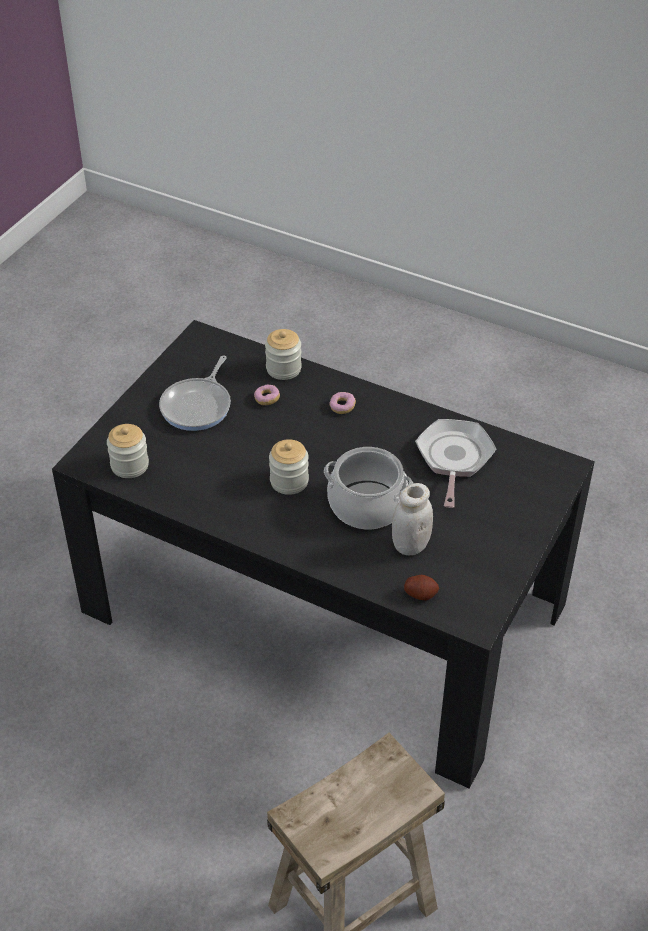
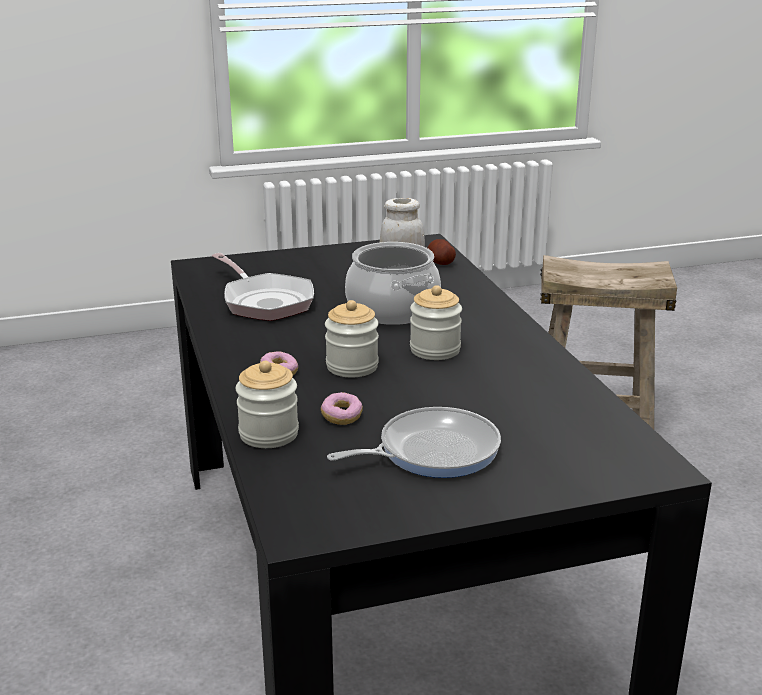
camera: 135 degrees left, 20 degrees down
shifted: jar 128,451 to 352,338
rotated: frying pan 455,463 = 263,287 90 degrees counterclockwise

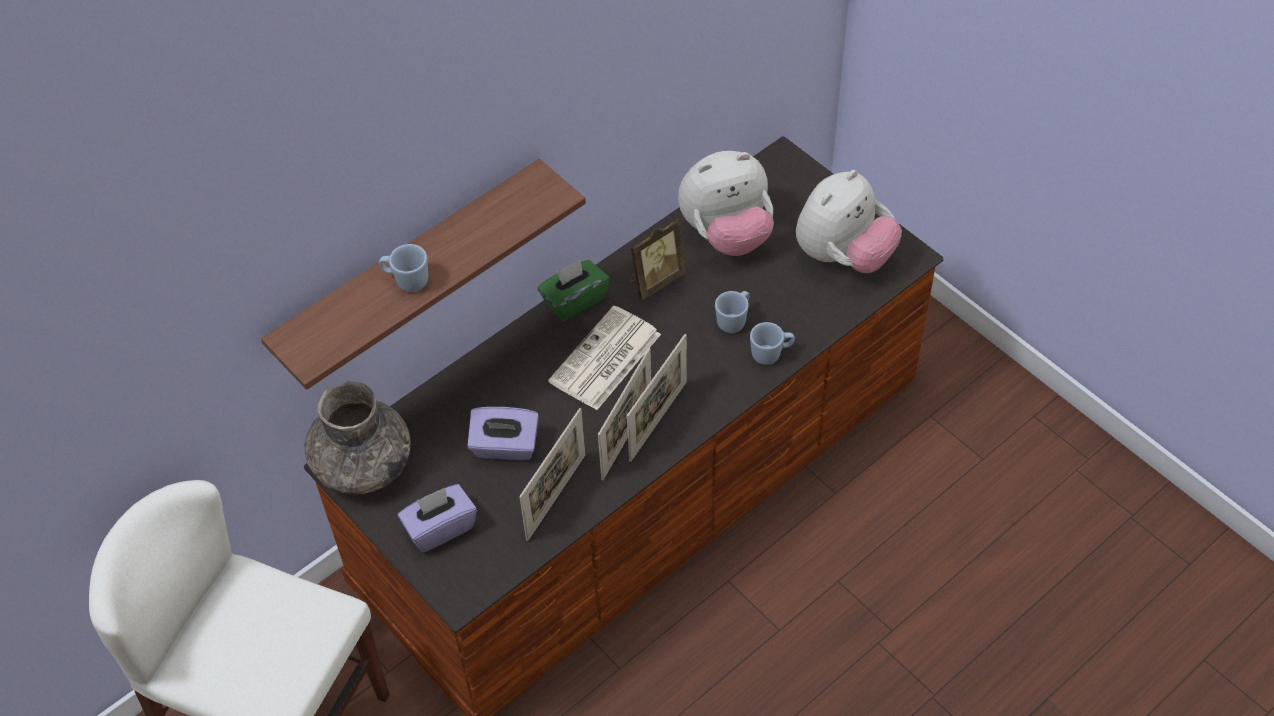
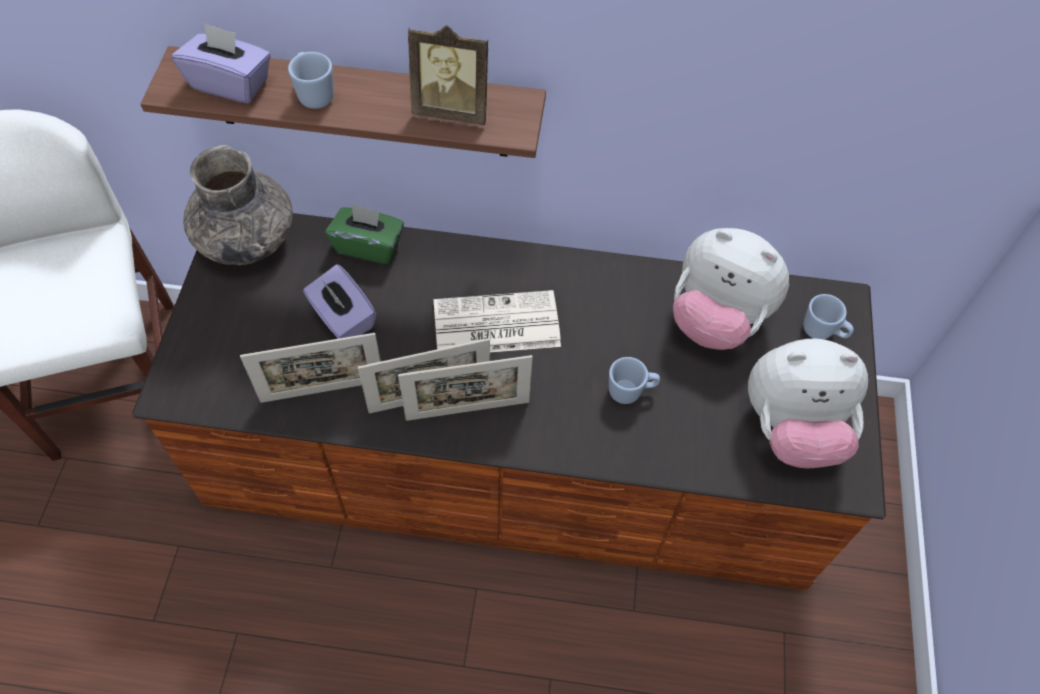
camera: 45 degrees right, 5 degrees up
shifted: picture frame 658,259 to 448,75; green tissue box 574,290 to 365,234; blue mug 772,343 to 828,316; purple tissue box 437,518 to 221,63

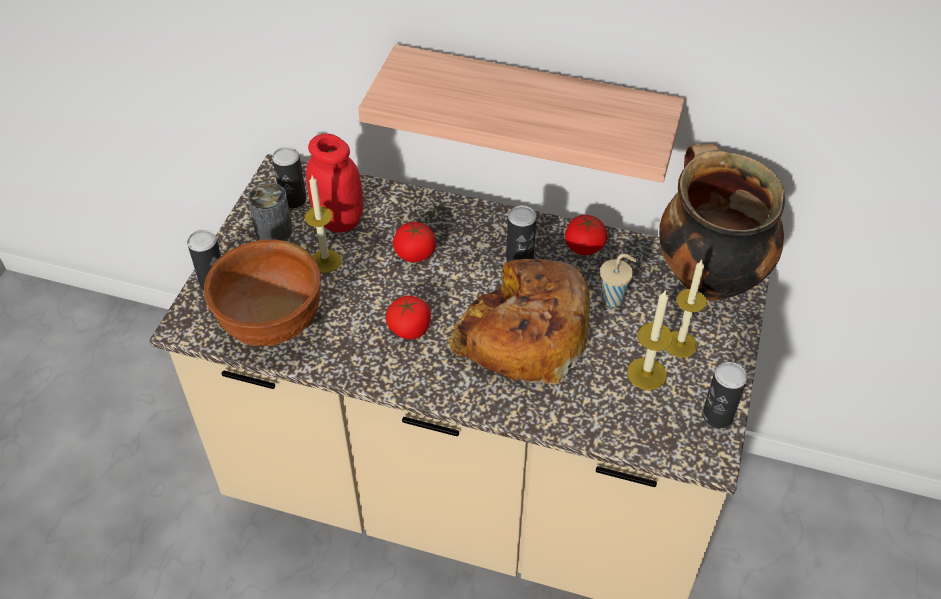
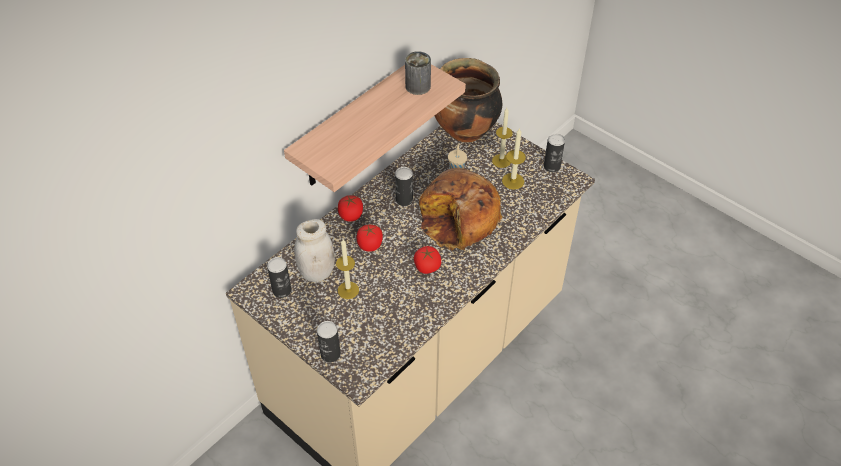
camera: 65 degrees left, 0 degrees up
gone: brown bowl 262,292
shifted: can 270,212 to 418,73; tomato 586,235 to 350,208
repainted: red jar 334,183 to white jar 314,250

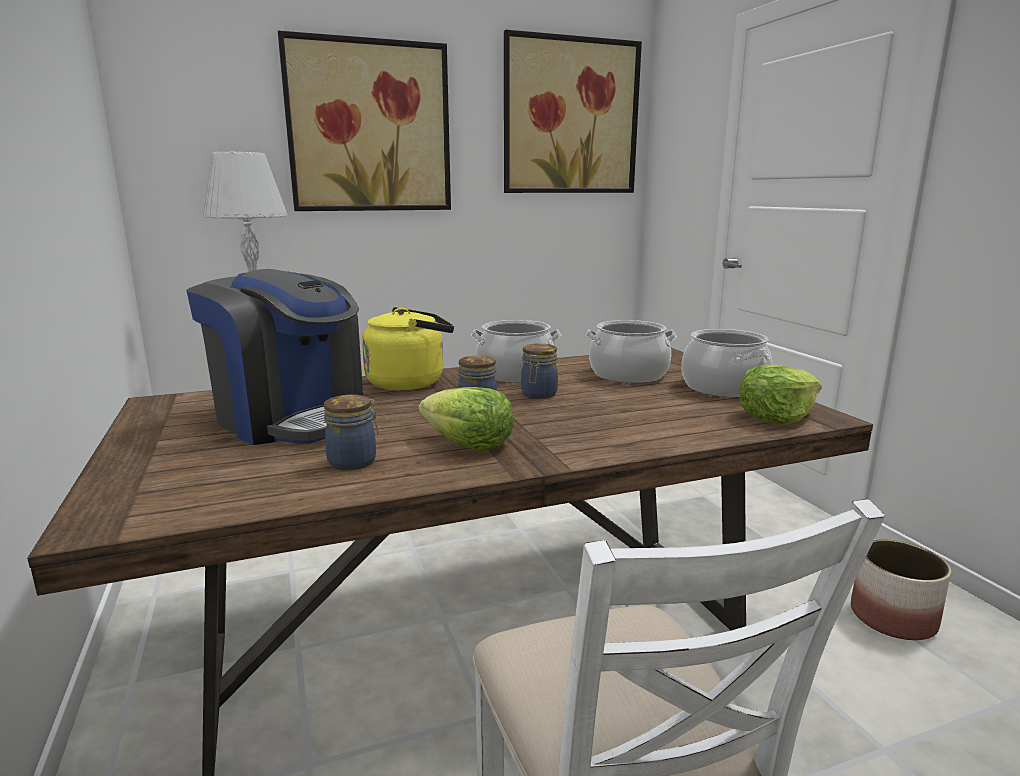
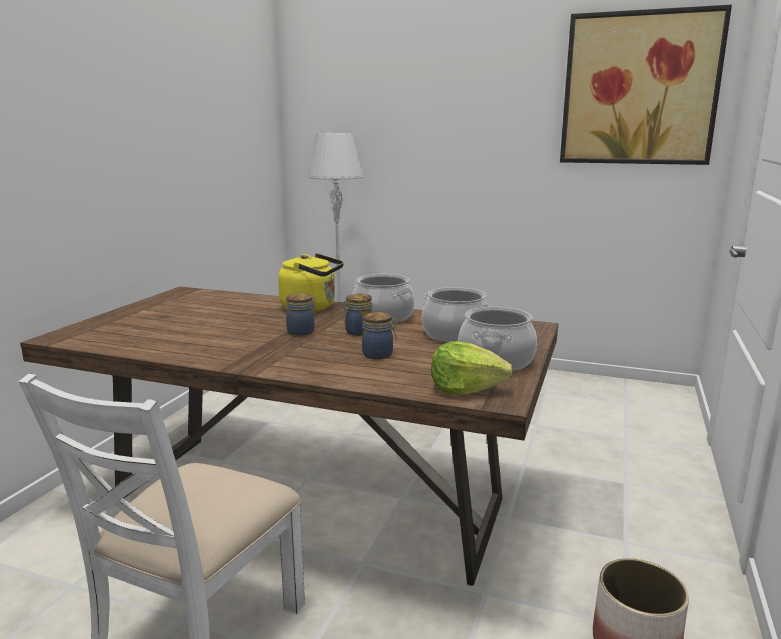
camera: 40 degrees right, 0 degrees up
gone: picture 364,121; coffee machine 281,357; lettuce 466,419
shifted: jar 351,433 to 379,336

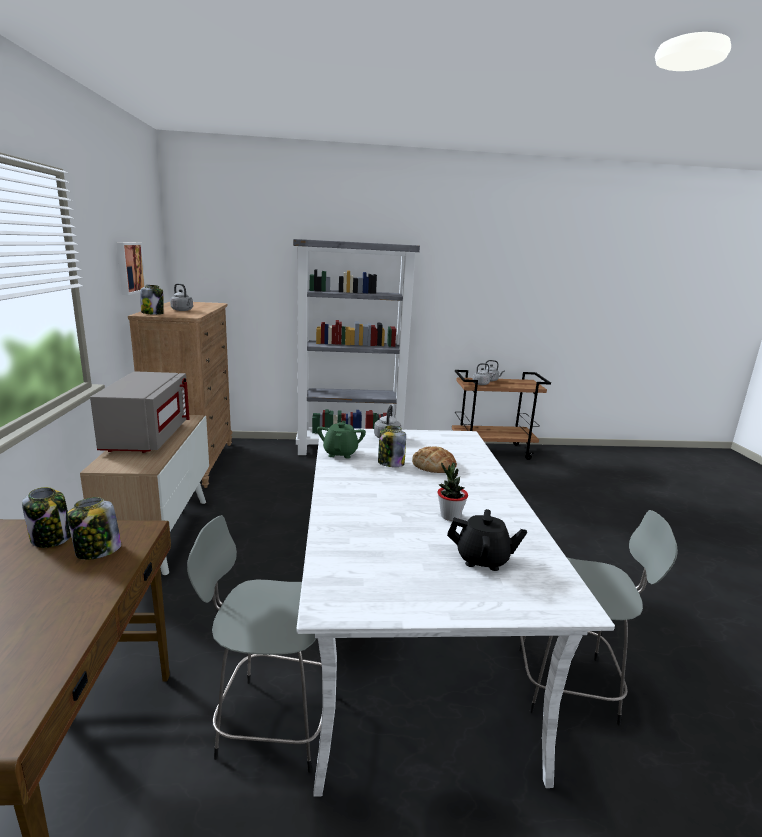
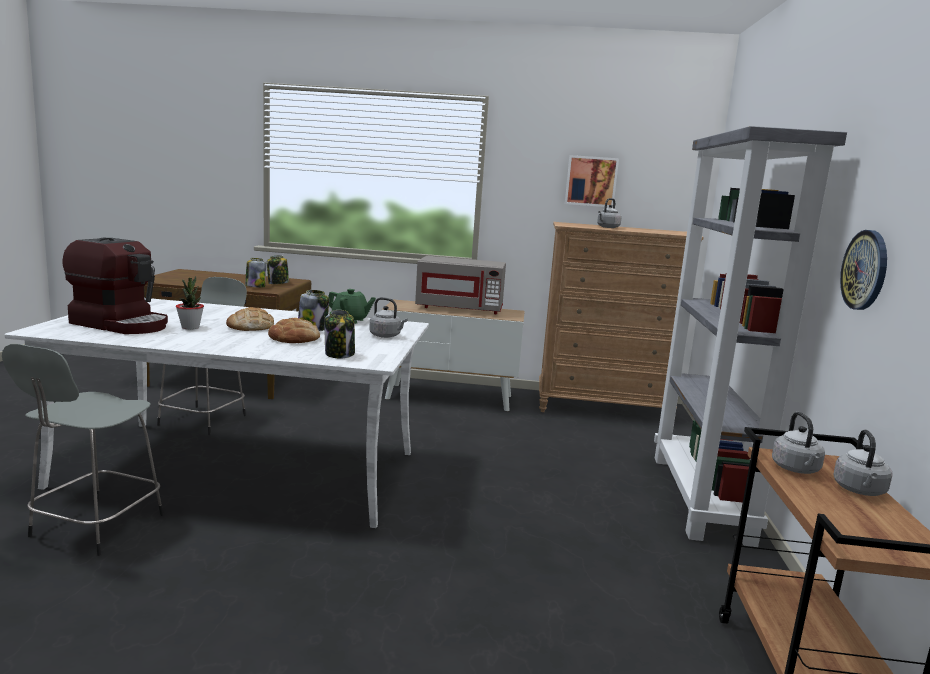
camera: 100 degrees right, 5 degrees down
new: wall clock 863,270; bread 250,319
shifted: jar 152,300 to 339,334
swapped: black teapot 487,540 to coffee machine 115,286

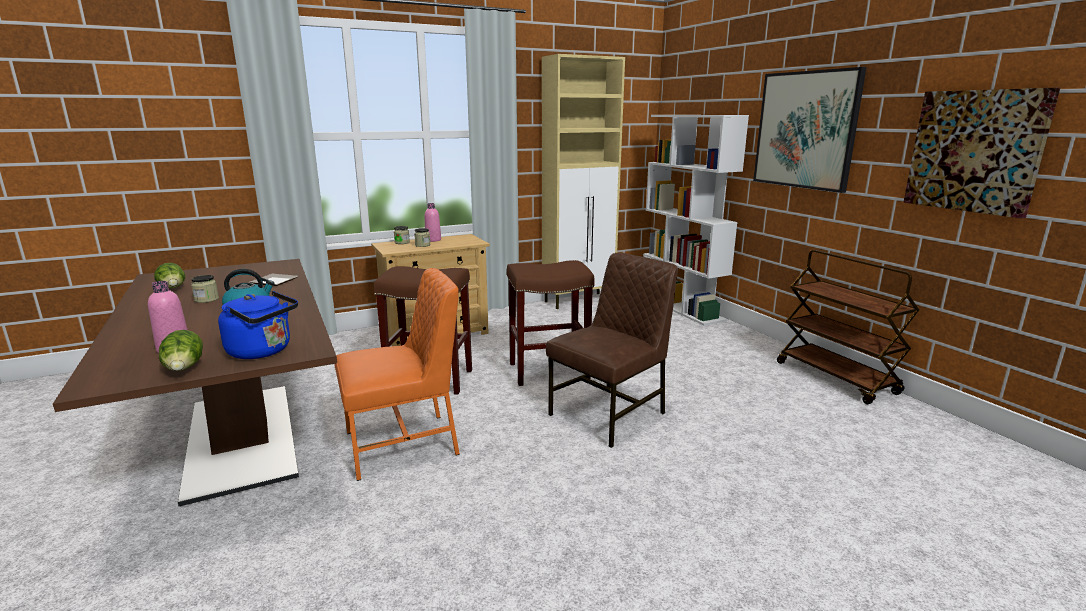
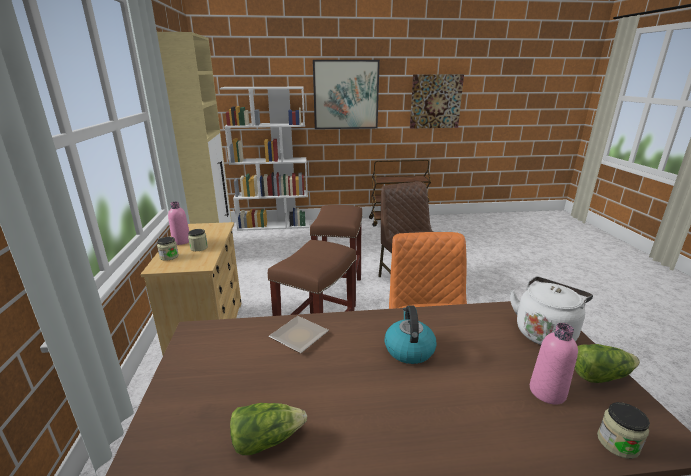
camera: 70 degrees left, 5 degrees up
shifted: jar 205,289 to 623,430
repainted: blue kettle 258,325 to white kettle 551,310

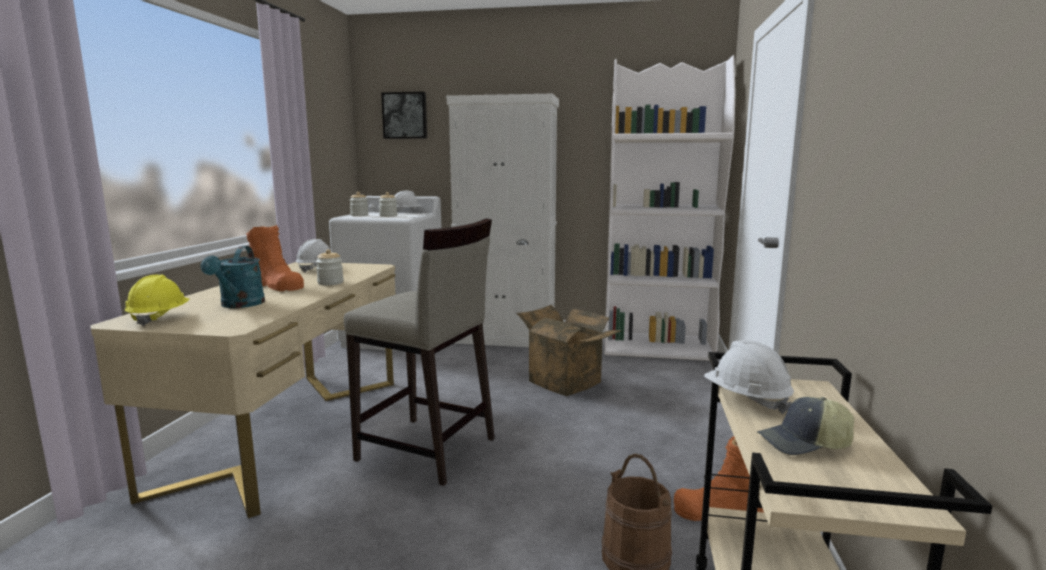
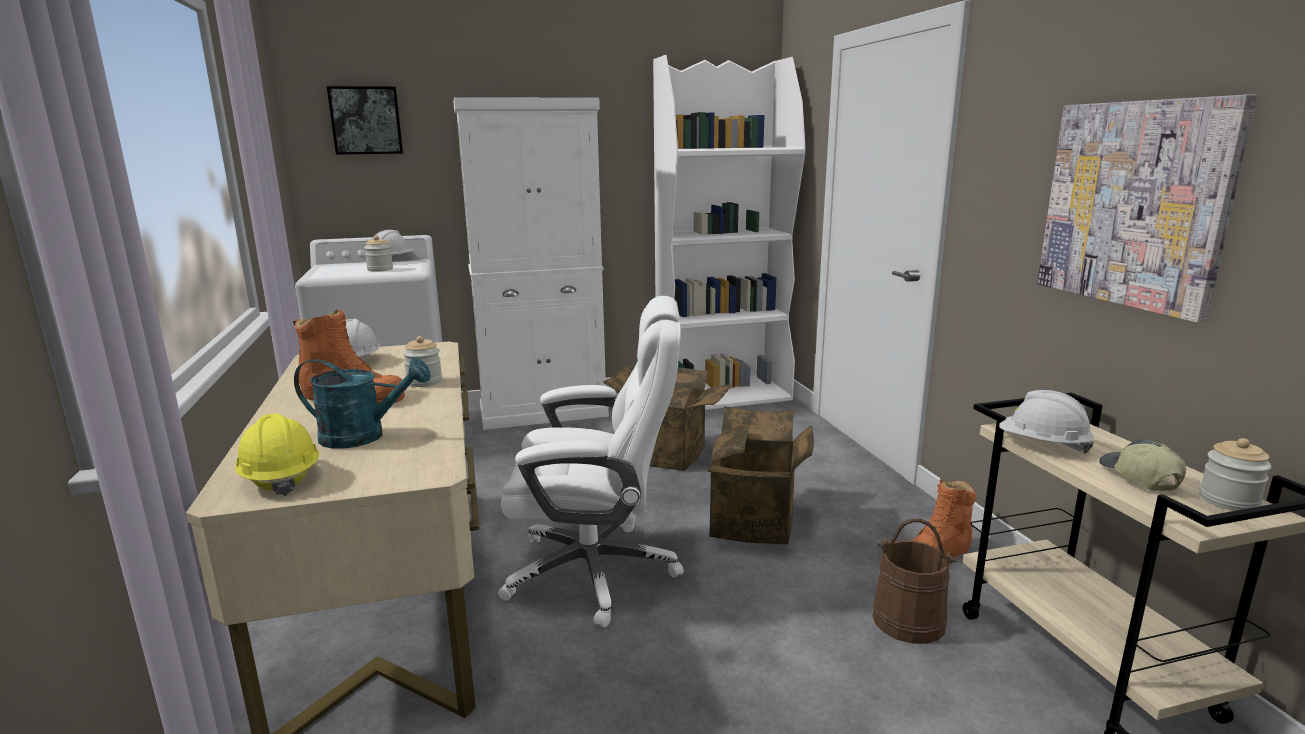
camera: 25 degrees left, 5 degrees up
new: picture 1147,209; cardboard box 761,475
shifted: jar 359,204 to 1235,474
swapped: beige stool 419,352 to white office chair 591,461
rotated: turquoise watering can 232,277 = 362,403 60 degrees counterclockwise; cap 805,426 = 1142,465 120 degrees clockwise

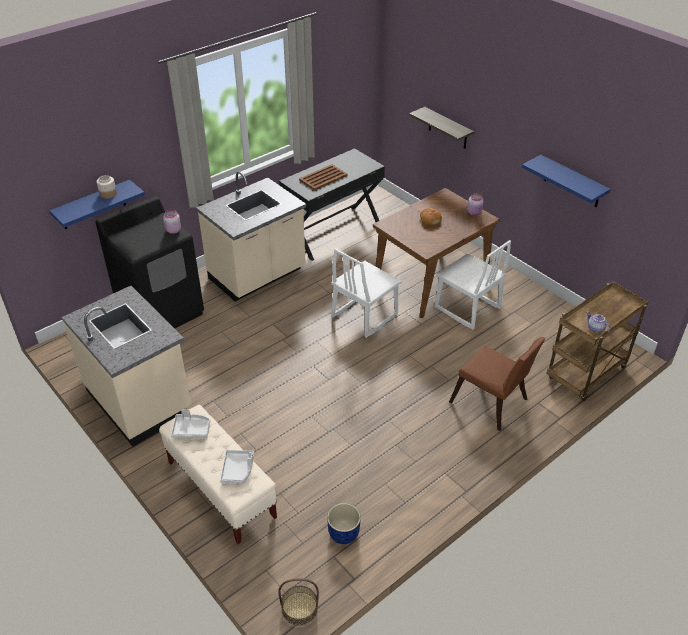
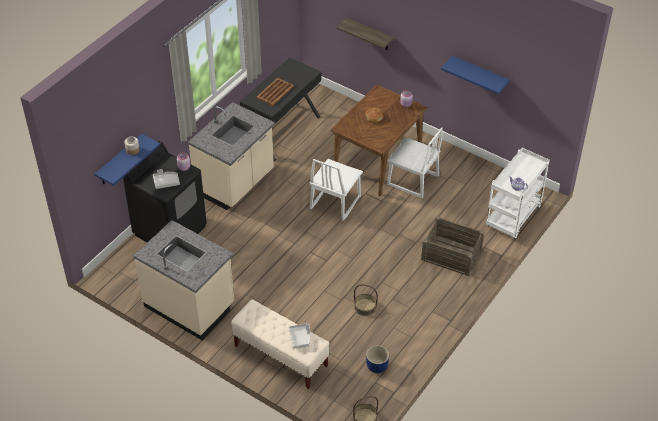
camera: 15 degrees left, 5 degrees up
new: basket 366,300
shifted: grey tray 190,423 to 166,179
swapped: brown chair 497,384 to crate 452,246
repainted: brown cart 597,341 to white cart 518,193

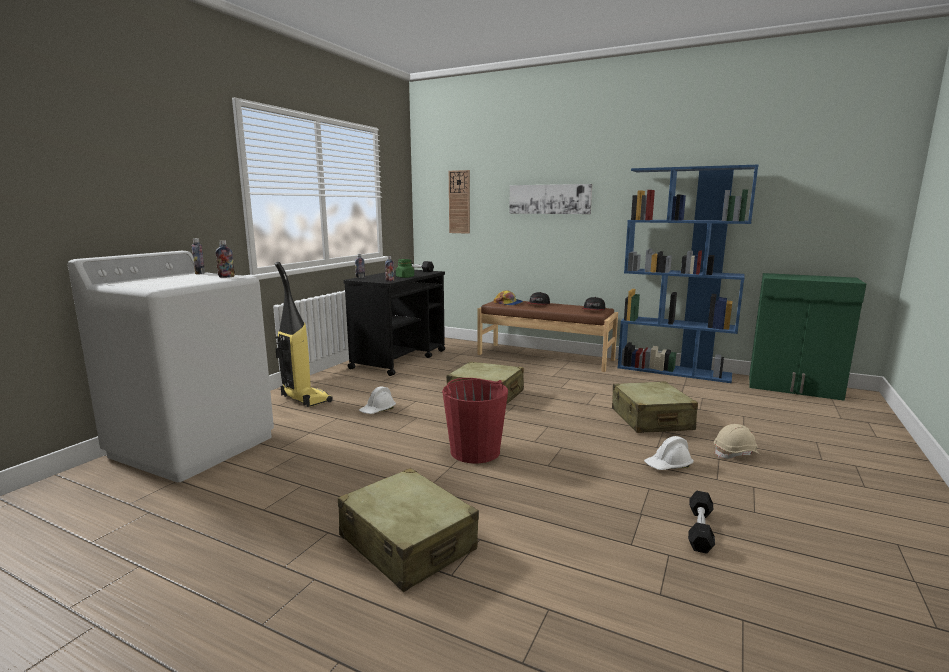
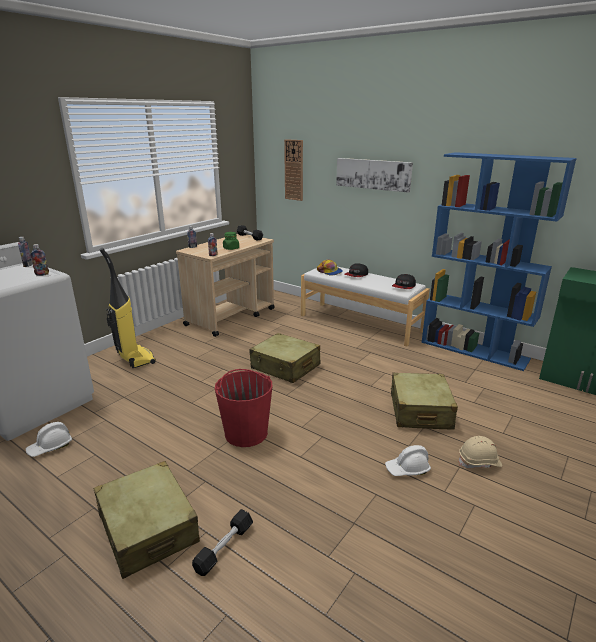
camera: 10 degrees right, 10 degrees up
shifted: white hard hat 377,400 to 49,439; black dumbbell 701,522 to 222,542
repainted: black cart 394,323 to beige cart 225,285; brown bench 547,336 to white bench 365,307

